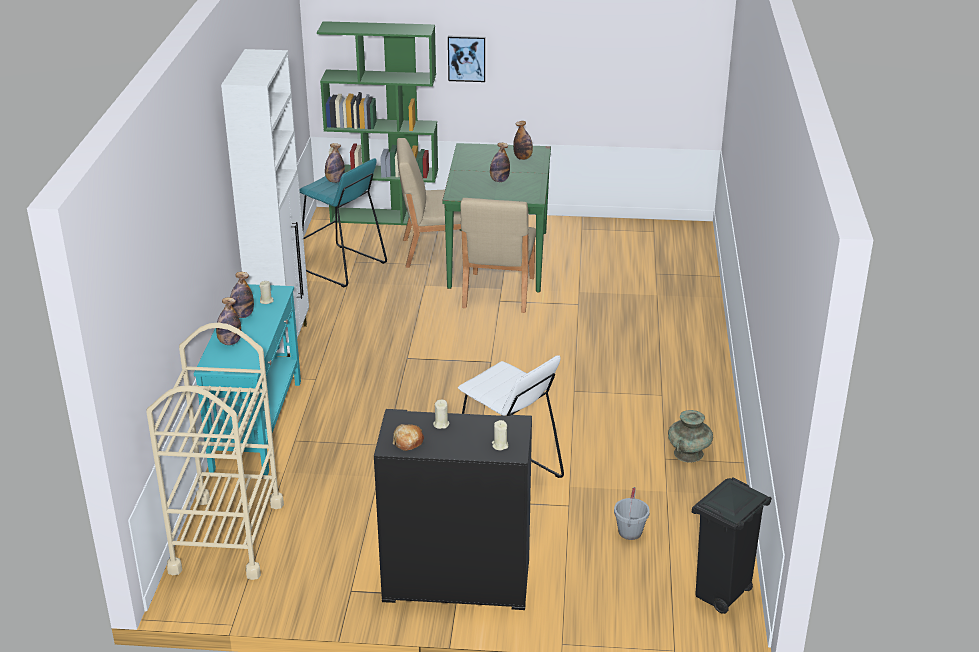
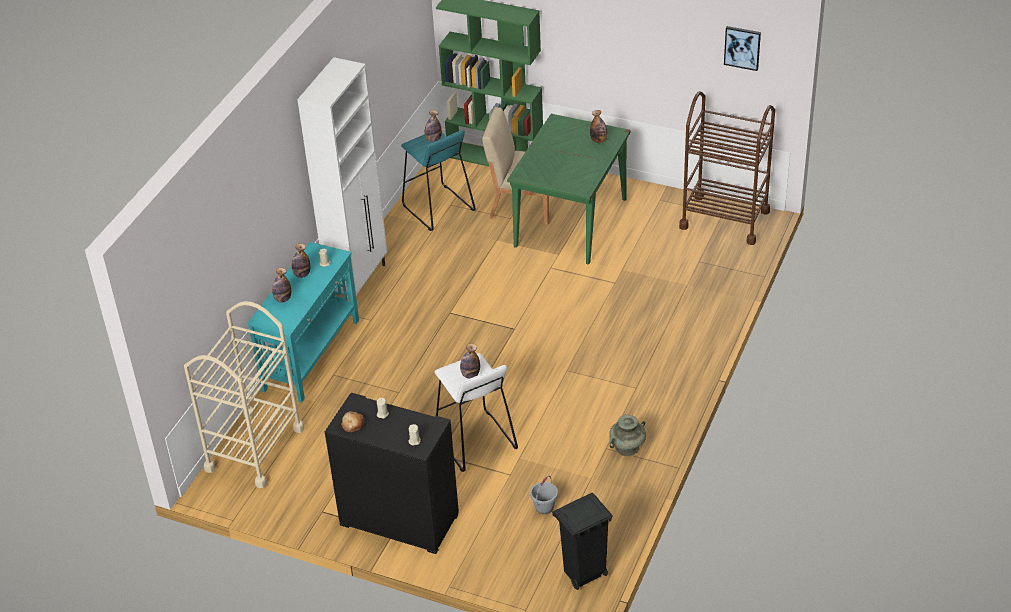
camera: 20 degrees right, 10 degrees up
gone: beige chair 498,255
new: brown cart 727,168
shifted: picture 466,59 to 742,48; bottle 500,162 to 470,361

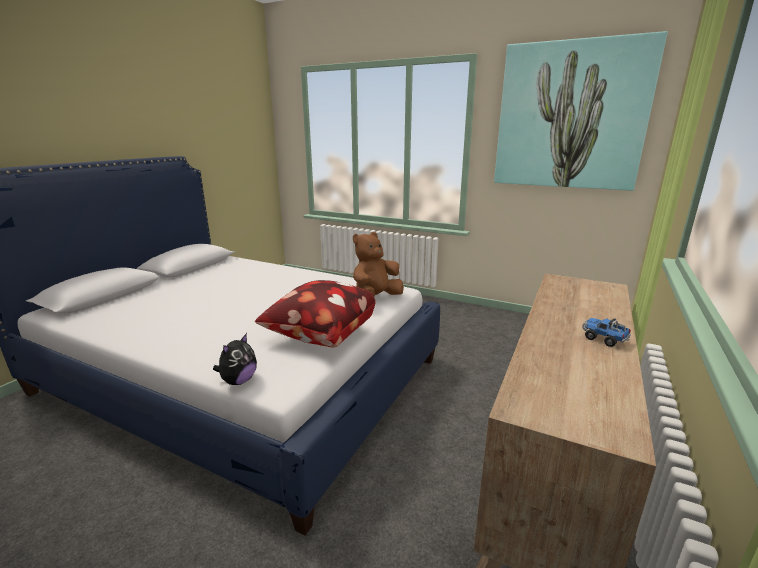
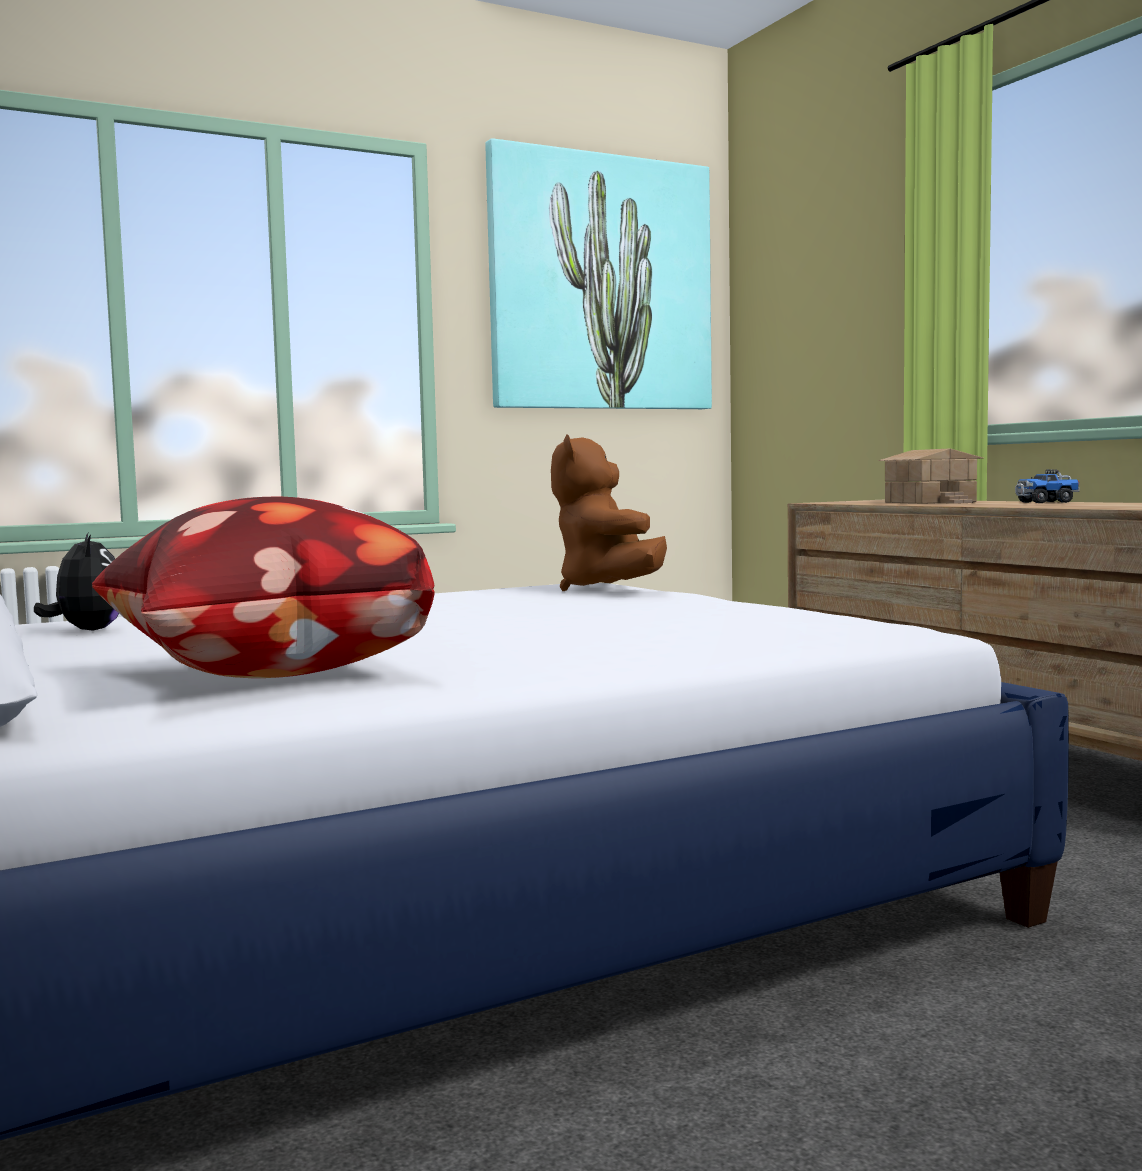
camera: 55 degrees left, 15 degrees down
new: toy house 931,476
shifted: pillow 315,314 to 263,587; plush toy 235,359 to 76,582

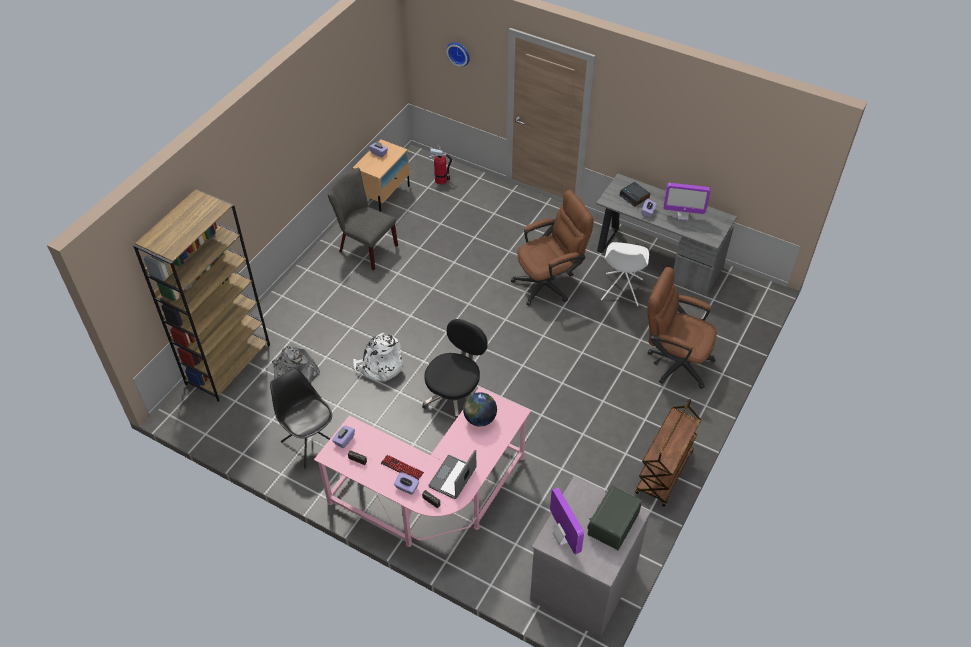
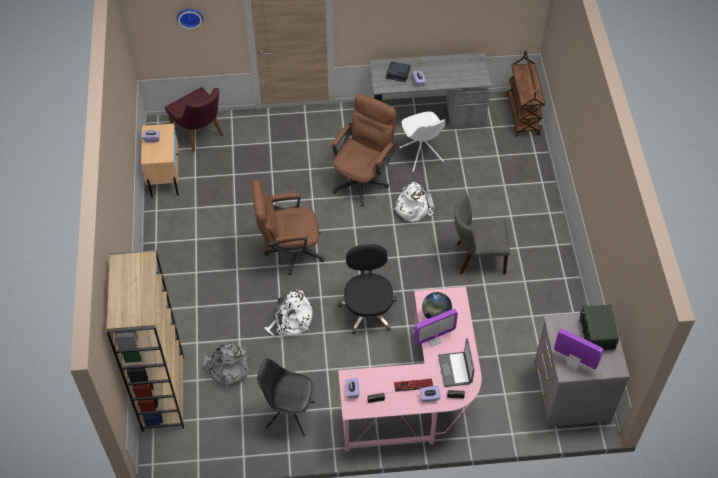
camera: 35 degrees left, 5 degrees up
new: white backpack 413,202
shifted: grey chair 363,219 to 482,232; monitor 687,201 to 436,328; brown office chair 682,328 to 288,227; brown cart 668,453 to 525,93
swapped: fire extinguisher 440,165 to purple chair 194,119

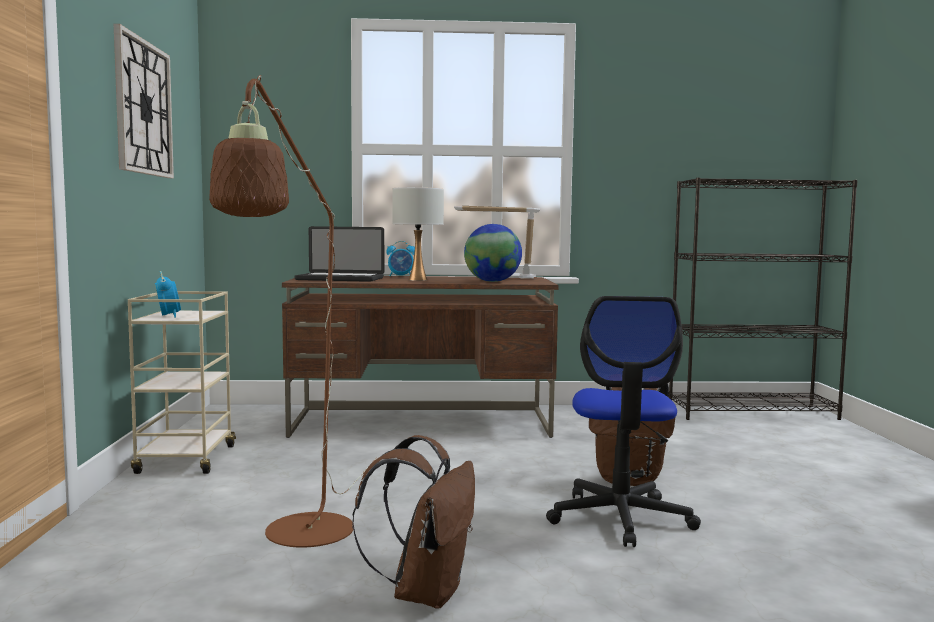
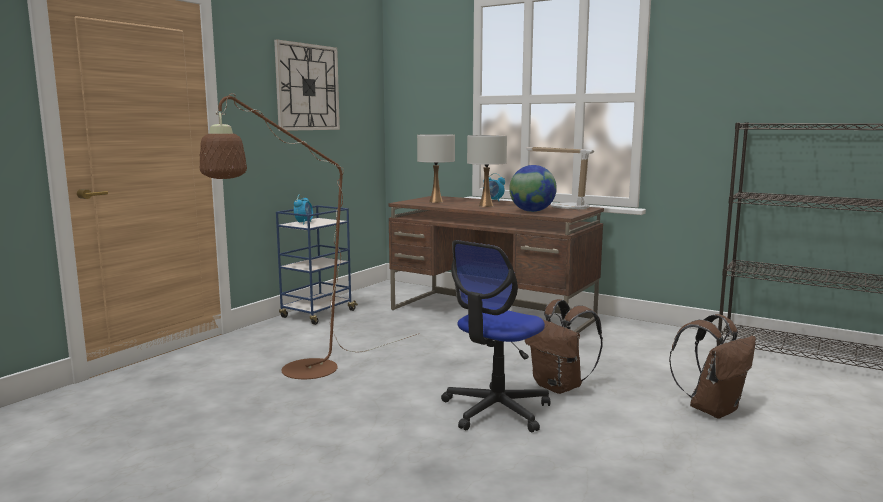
camera: 35 degrees right, 5 degrees up
shifted: brown backpack 413,521 to 712,366
swapped: laptop 339,254 to white table lamp 436,168
repainted: beige cart 182,382 to blue cart 317,265

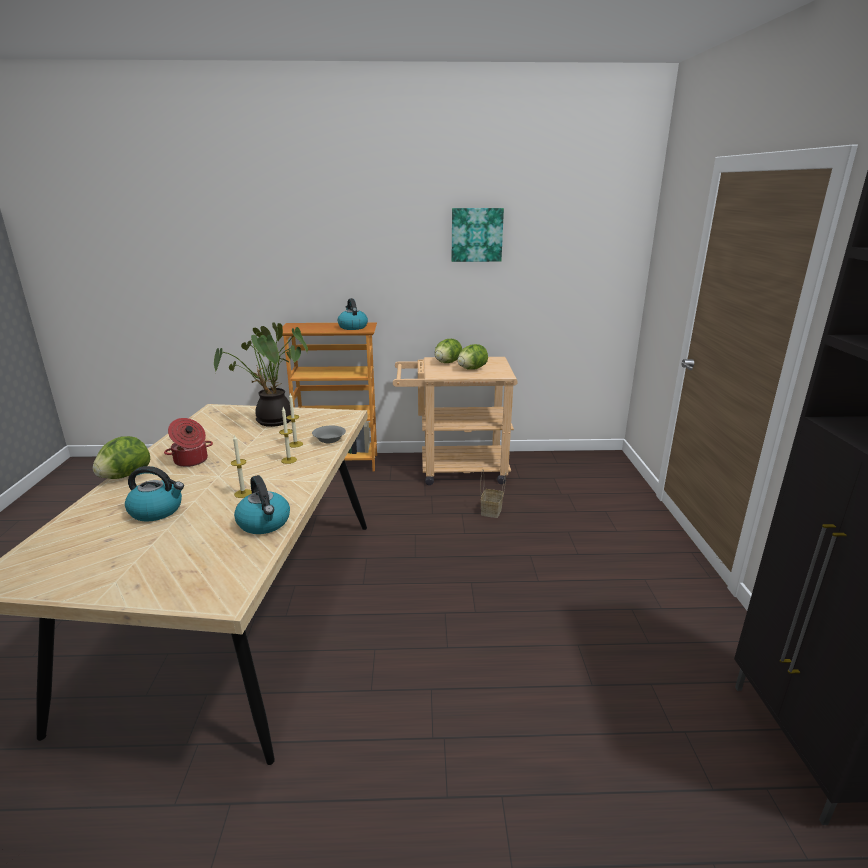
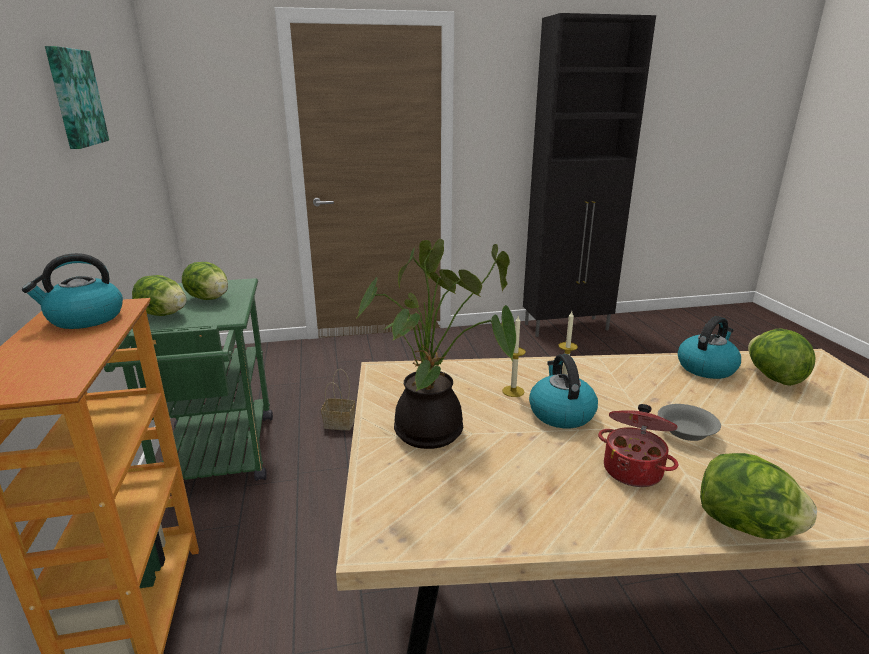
camera: 100 degrees left, 0 degrees up
gone: candle 241,466
new: lettuce 782,357
shifted: grey bowl 329,434 to 689,422; kettle 154,493 to 563,391
repainted: beige cart 455,421 to green cart 188,379

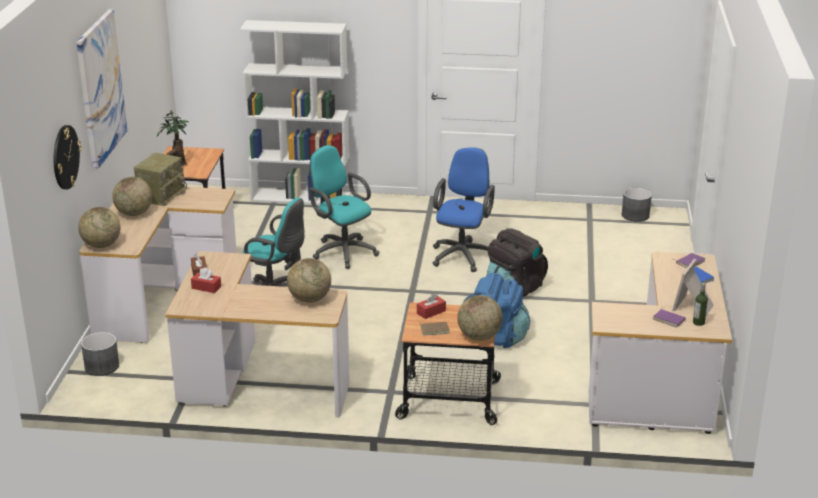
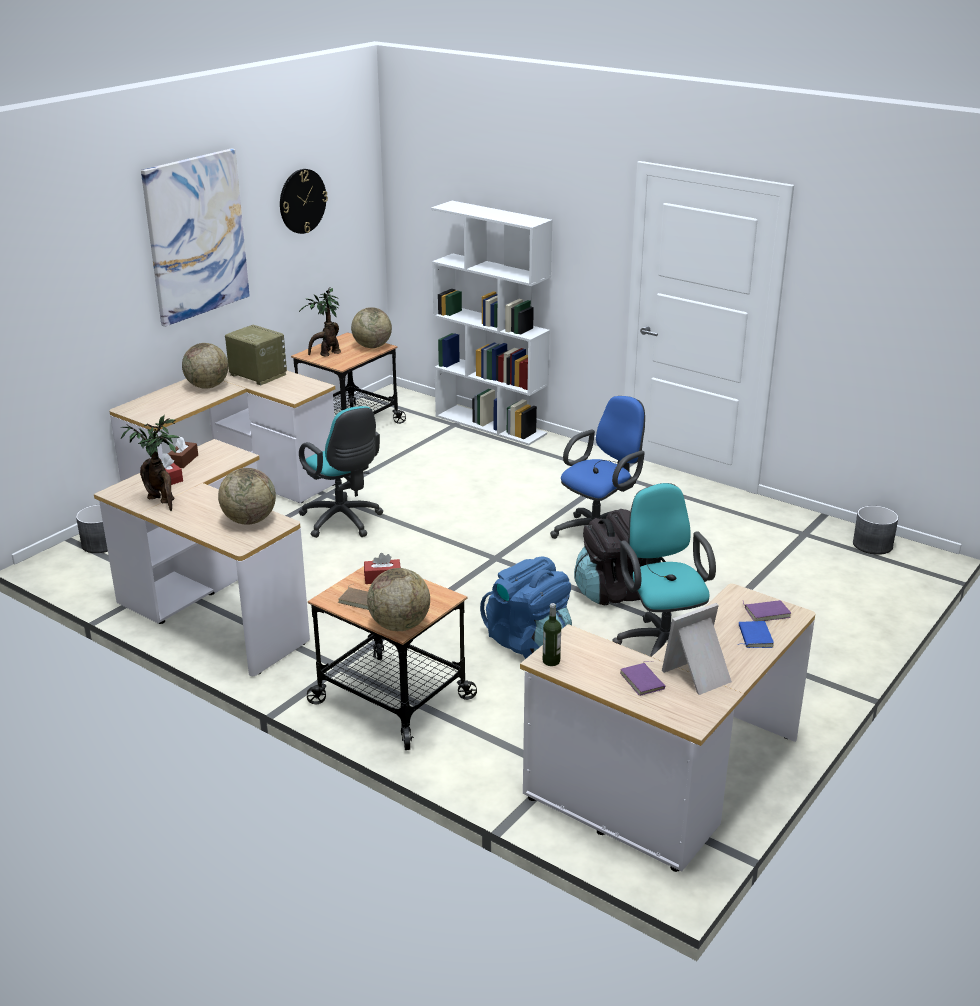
camera: 30 degrees right, 0 degrees up
new: potted plant 149,463
shifted: wall clock 67,157 to 304,201; turquoise office chair 344,207 to 664,570; globe 99,227 to 371,327; bottle 700,304 to 552,634
rotated: radio 160,179 = 256,355 105 degrees counterclockwise

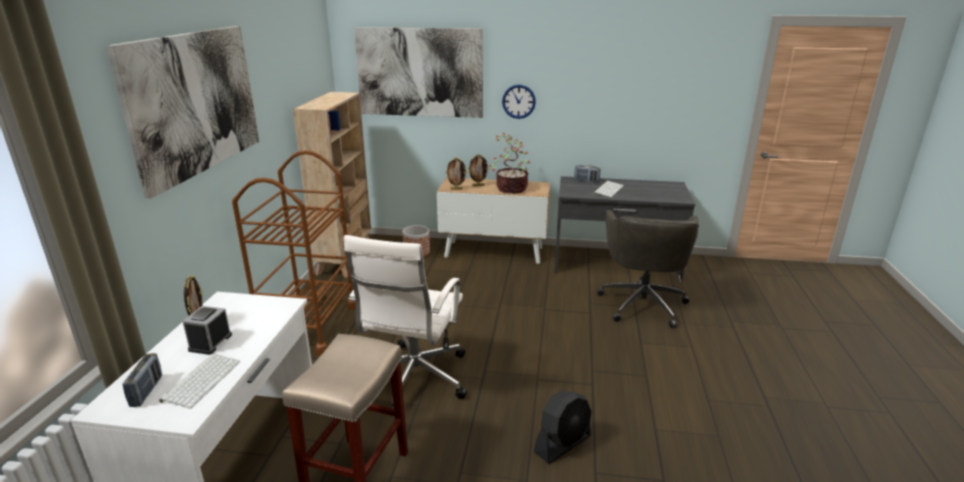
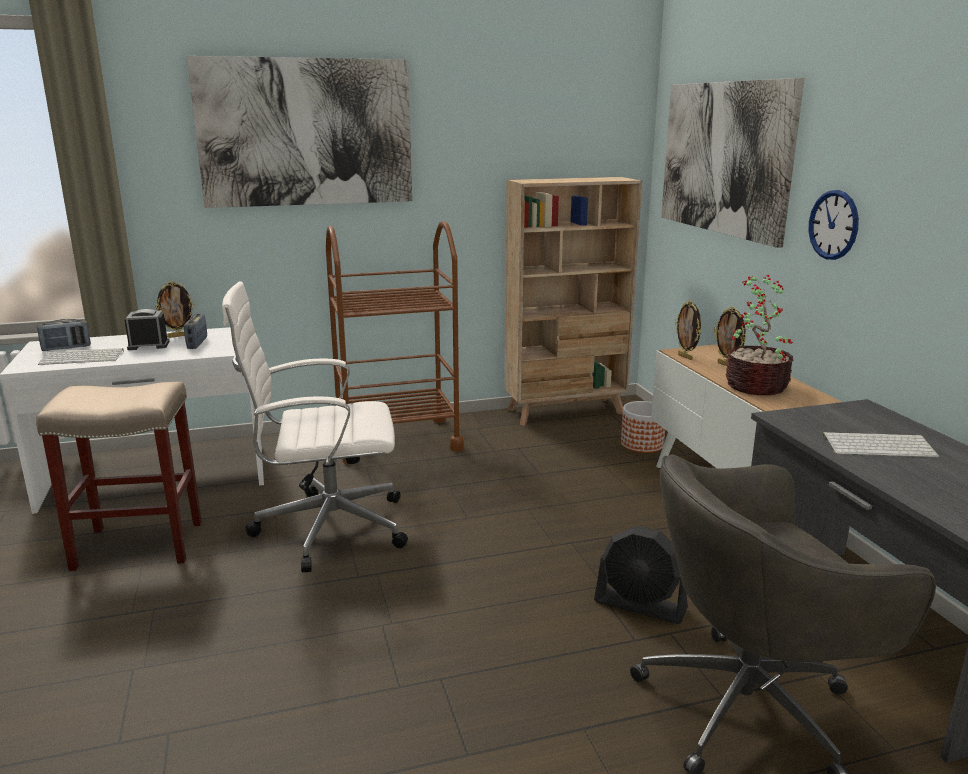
camera: 65 degrees right, 5 degrees down
shifted: radio 587,174 to 195,331; black fan 563,427 to 641,575

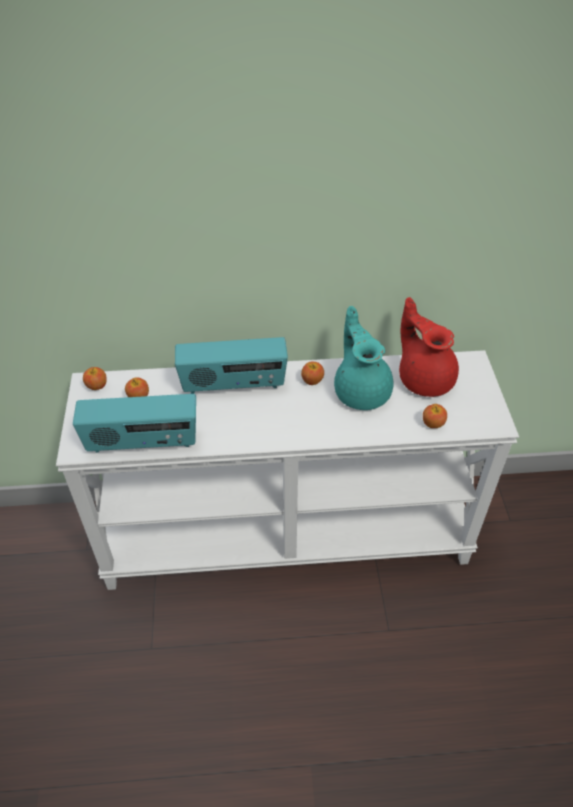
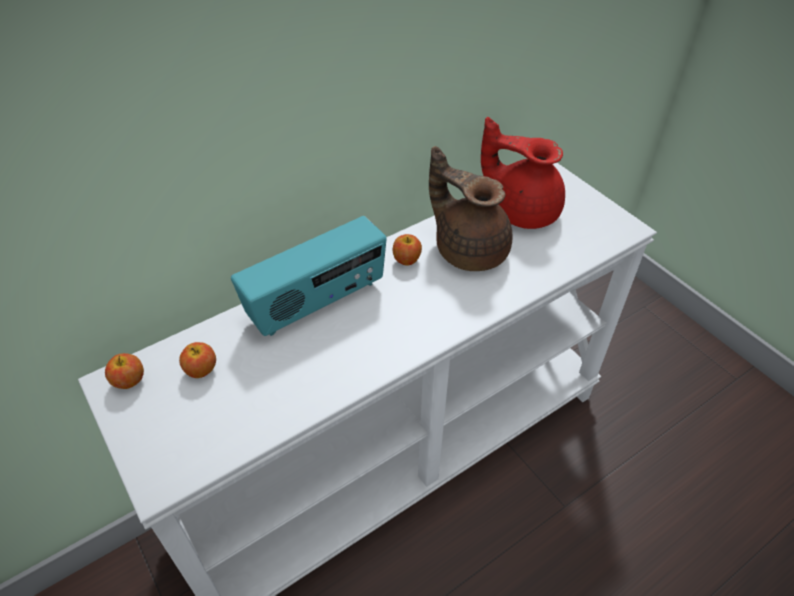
camera: 30 degrees left, 0 degrees up
gone: radio 134,423; apple 435,416
repainted: turquoise teapot 364,358 to brown teapot 470,208

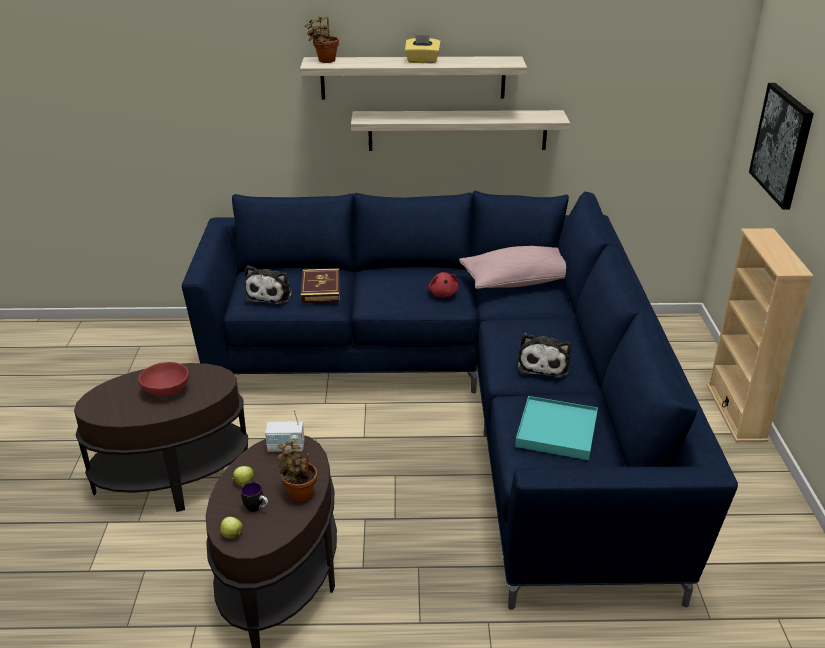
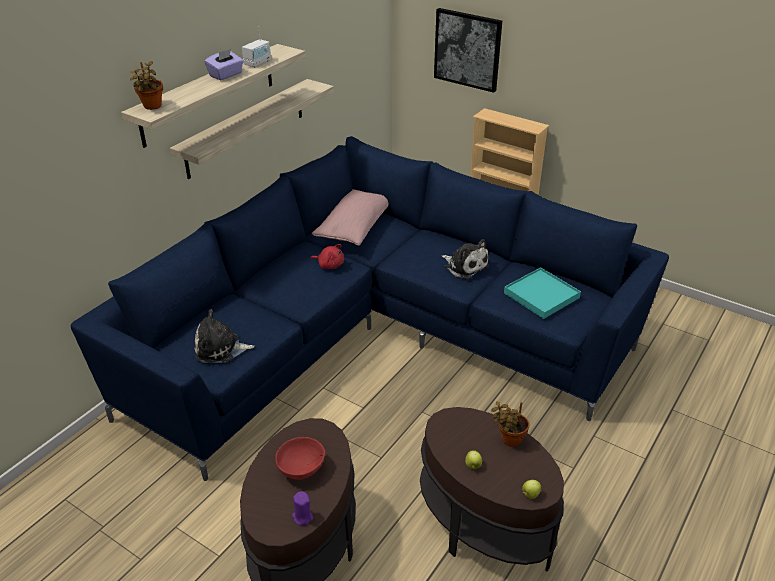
camera: 55 degrees left, 5 degrees up
gone: book 320,285; mug 254,497
new: purple candle 302,508
shifted: radio 284,430 to 256,46
repainted: yellow tissue box 423,49 to purple tissue box 224,64
rotated: plush toy 268,285 = 224,336 135 degrees clockwise

